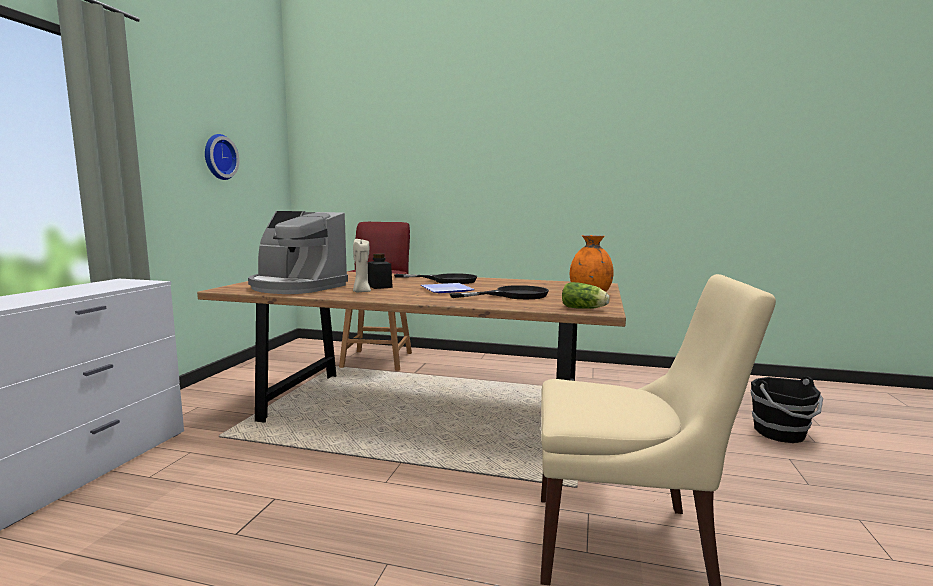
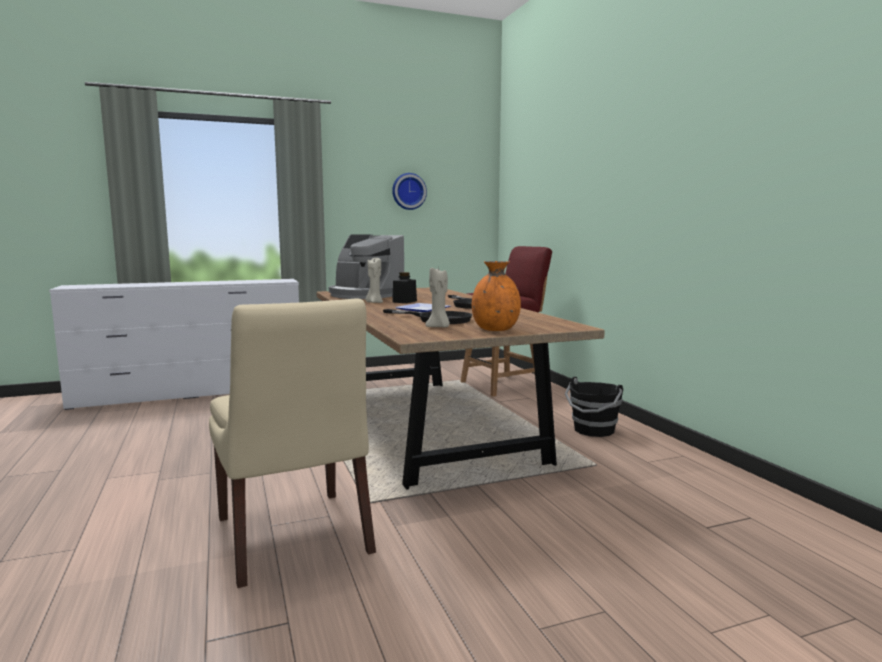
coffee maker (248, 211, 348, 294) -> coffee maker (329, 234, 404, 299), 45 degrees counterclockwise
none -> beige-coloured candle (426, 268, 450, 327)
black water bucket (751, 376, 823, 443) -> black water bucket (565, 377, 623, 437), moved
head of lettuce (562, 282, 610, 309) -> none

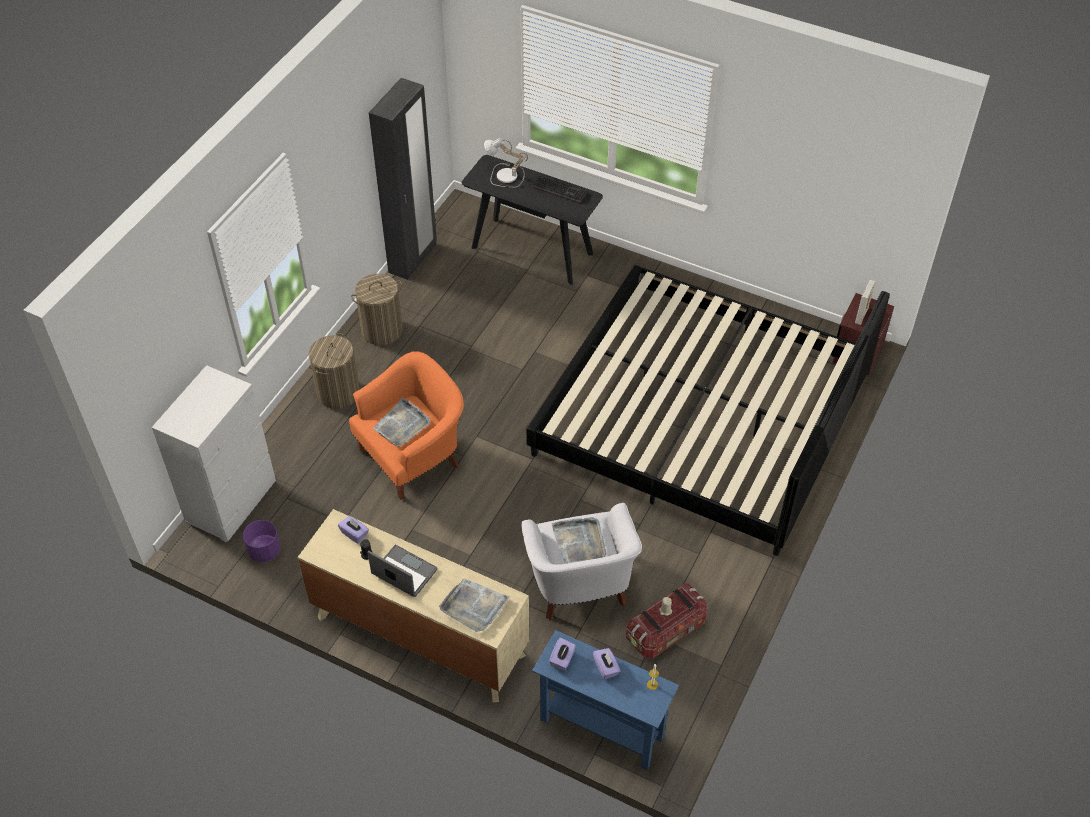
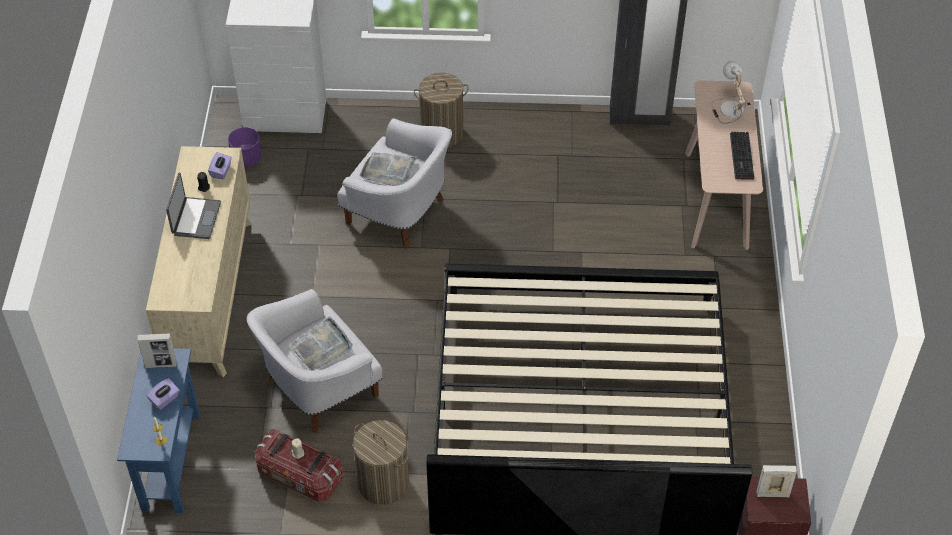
purple tissue box (549, 637, 576, 671) -> photo frame (137, 333, 177, 368)
orangey easy chair (349, 351, 464, 500) -> whitish easy chair (337, 119, 452, 249)
hamper (351, 274, 403, 345) -> hamper (353, 420, 409, 505), moved
black narrow table (462, 155, 603, 285) -> beige-coloured narrow table (685, 81, 763, 250)
gray carrying tray (439, 579, 510, 632) -> none

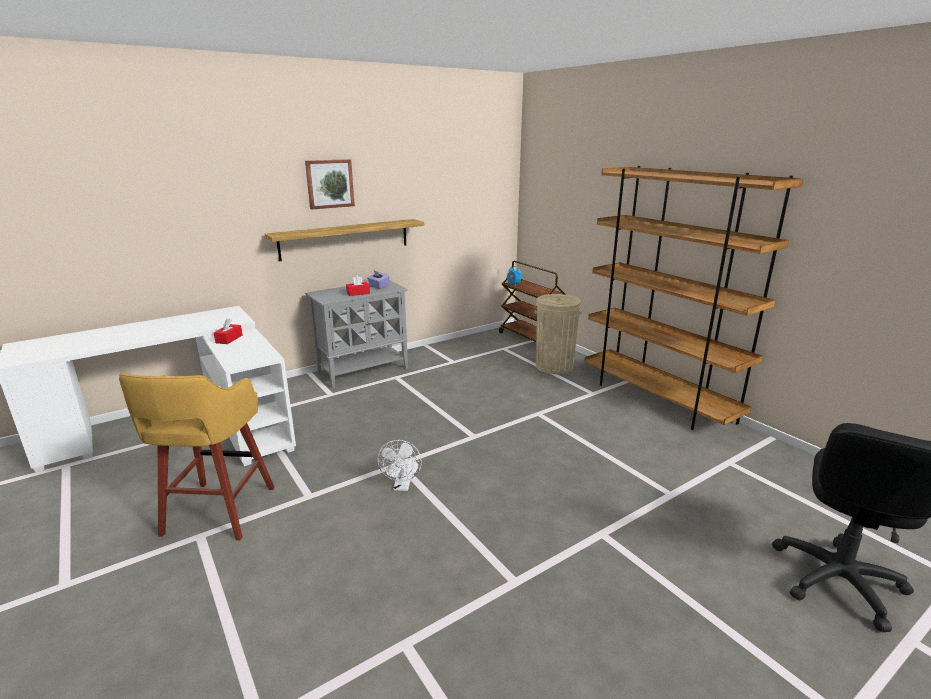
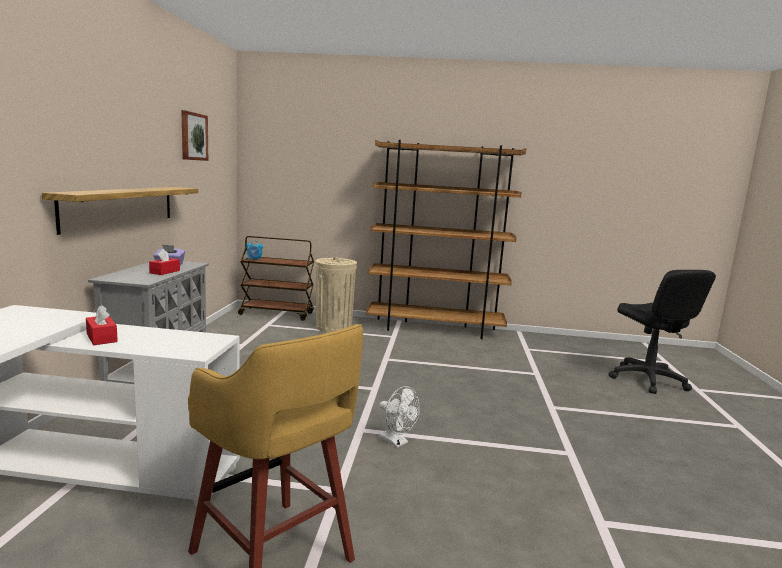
wall picture (305, 159, 355, 209) -> wall picture (181, 110, 208, 161), moved

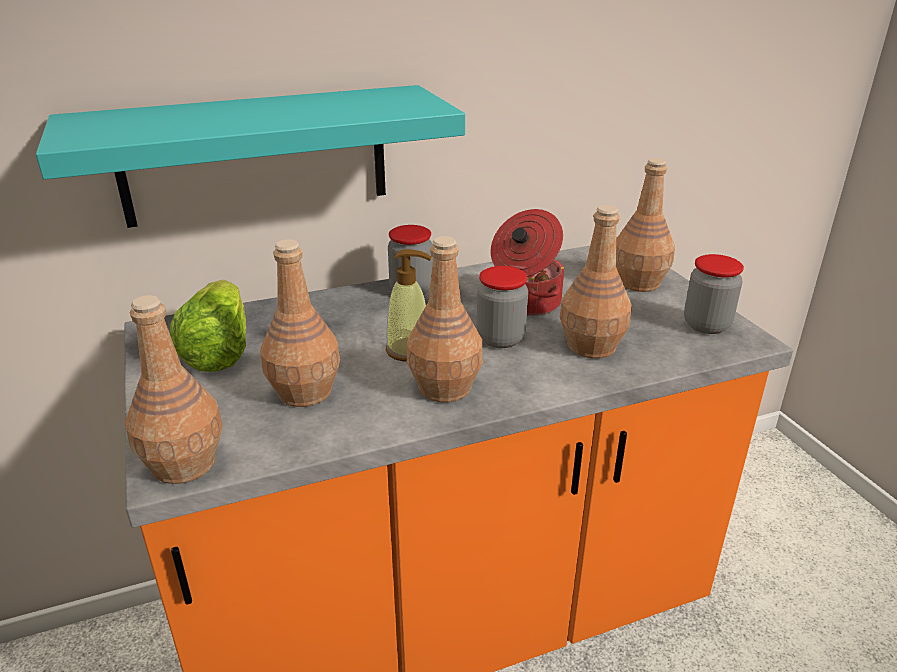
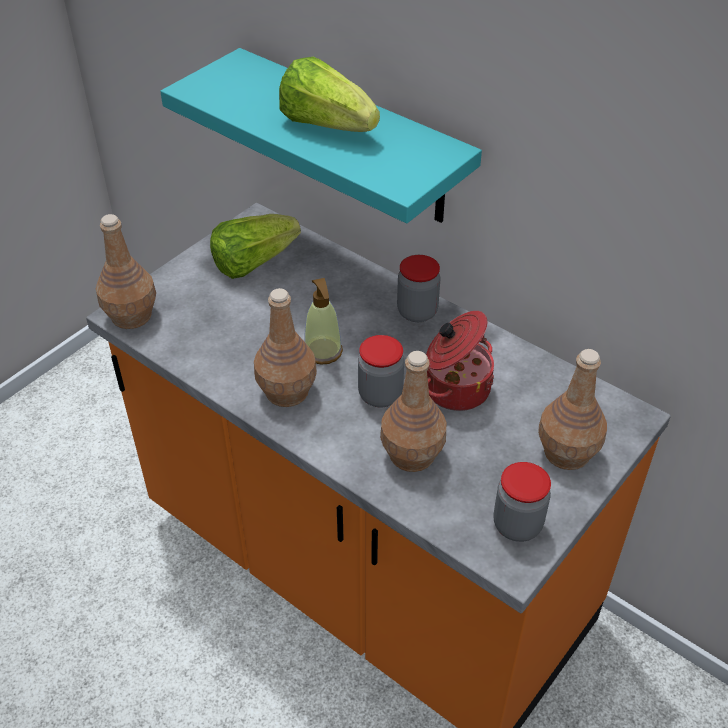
none -> head of lettuce (279, 57, 380, 132)
brownish bottle (260, 239, 340, 407) -> none

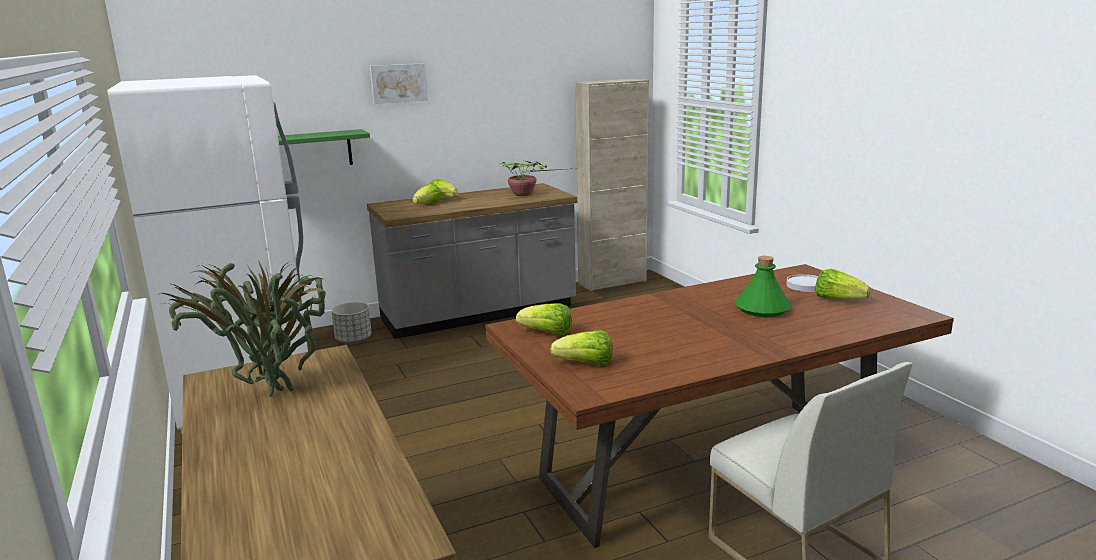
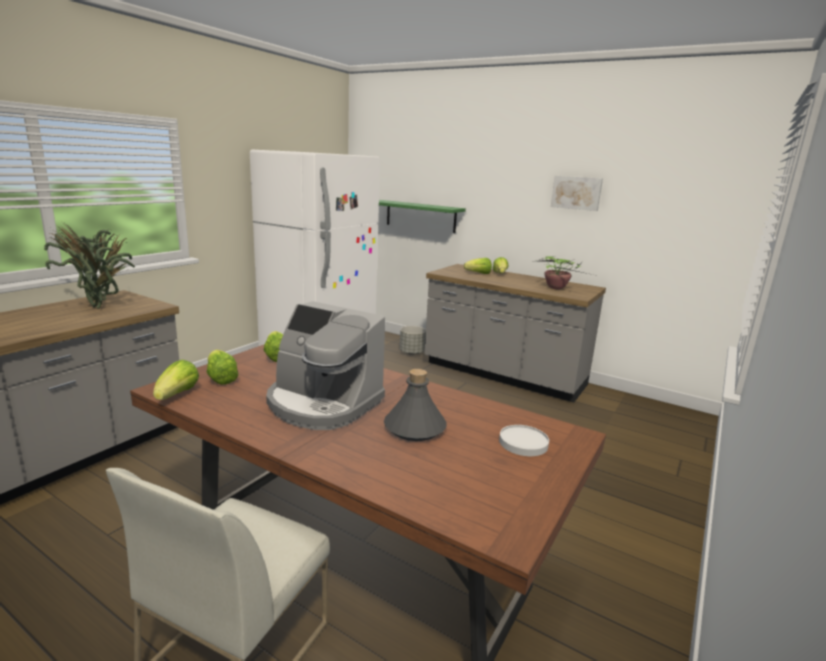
head of lettuce (815, 269, 871, 299) -> head of lettuce (153, 360, 199, 400), moved
none -> coffee maker (266, 301, 385, 430)
green bottle (735, 256, 792, 317) -> gray bottle (384, 369, 447, 441)
wall picture (370, 63, 428, 104) -> wall picture (551, 176, 603, 211), moved
beige-coloured storage cabinet (575, 79, 649, 291) -> none

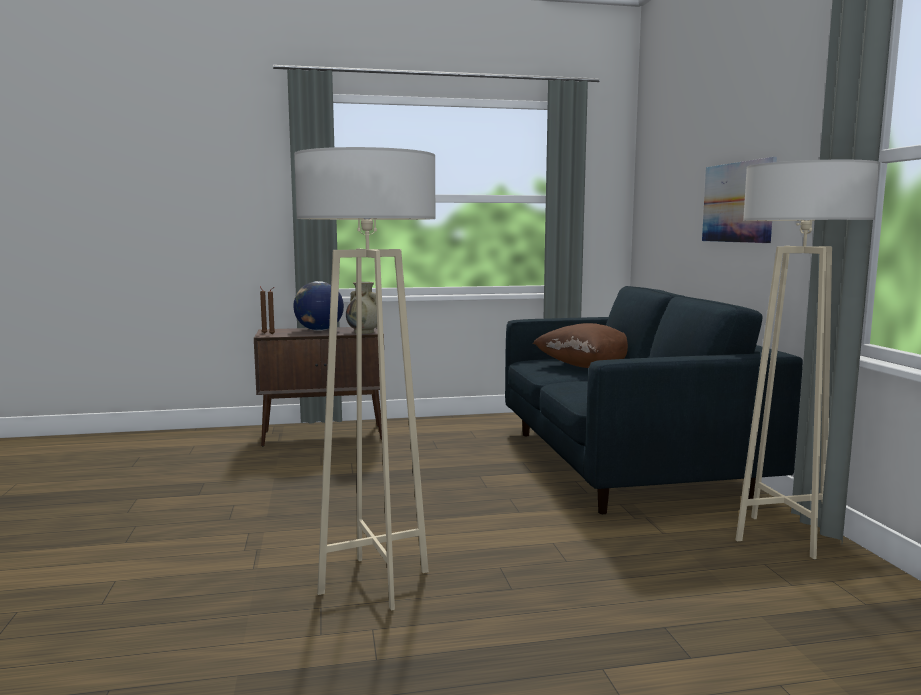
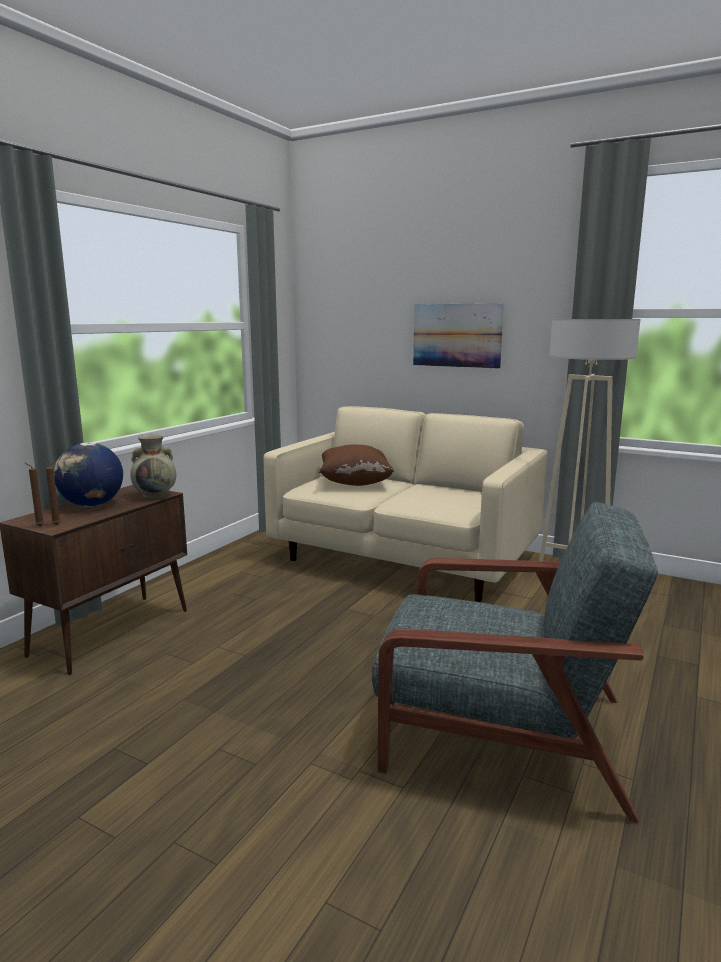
blue-coloured settee (505, 286, 803, 514) -> beige-coloured settee (263, 406, 547, 602)
beige-coloured standard lamp (294, 147, 435, 611) -> gray easy chair (372, 501, 658, 823)

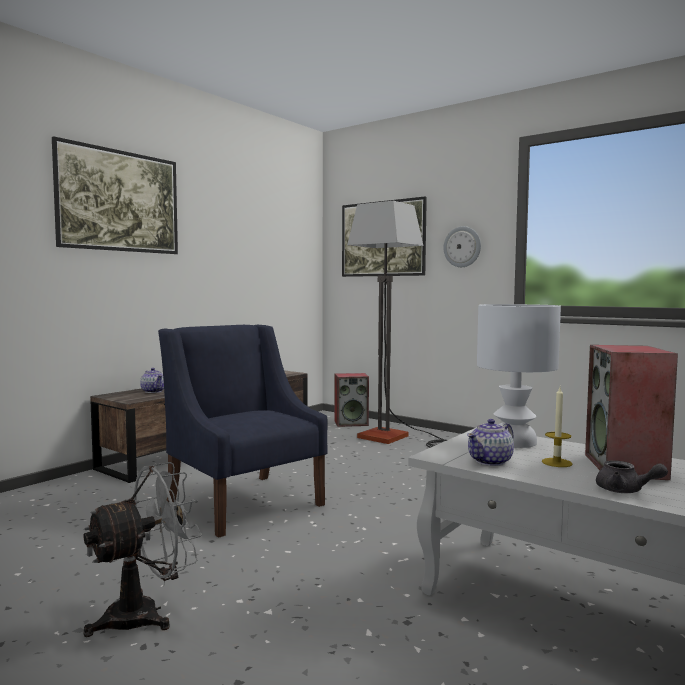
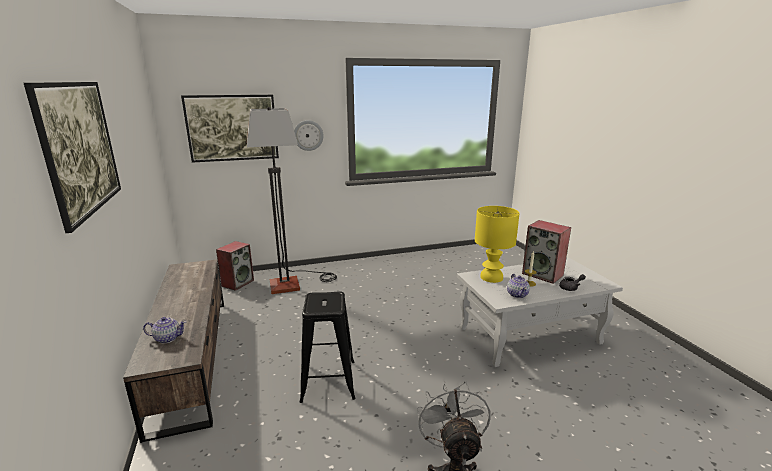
blue-coloured easy chair (158, 325, 327, 538) -> black sitting stool (300, 291, 355, 403)
whitish lamp for a table (477, 304, 561, 448) -> yellowish lamp for a table (475, 206, 520, 283)

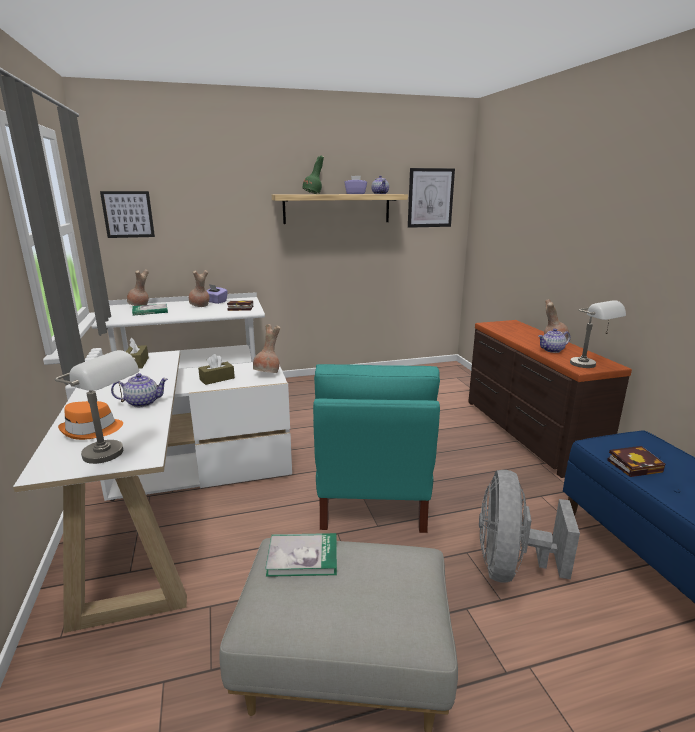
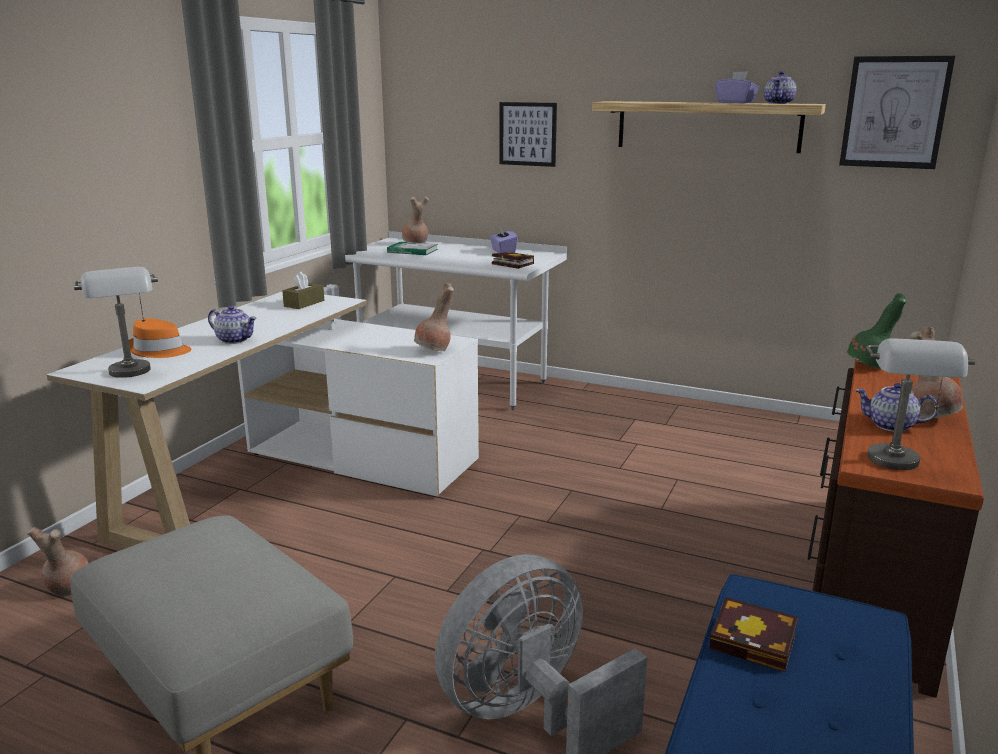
brownish vase (189, 270, 210, 307) -> brownish vase (27, 527, 89, 596), moved
wall picture (100, 191, 155, 238) -> wall picture (499, 102, 557, 167), moved
green vase (302, 155, 324, 194) -> green vase (847, 293, 906, 369), moved
brownish tissue box (198, 354, 235, 385) -> none
book (265, 533, 337, 577) -> none
turquoise easy chair (313, 364, 440, 533) -> none

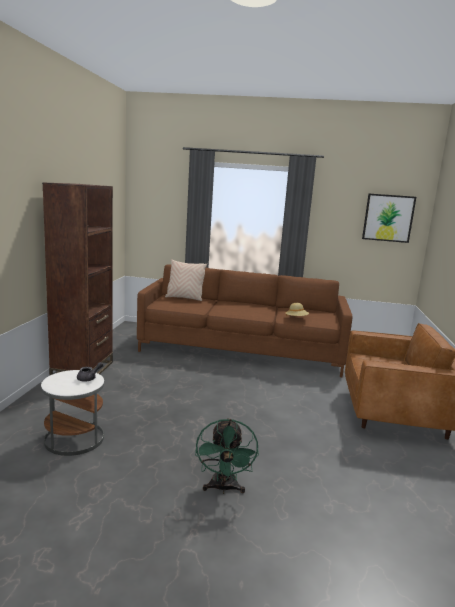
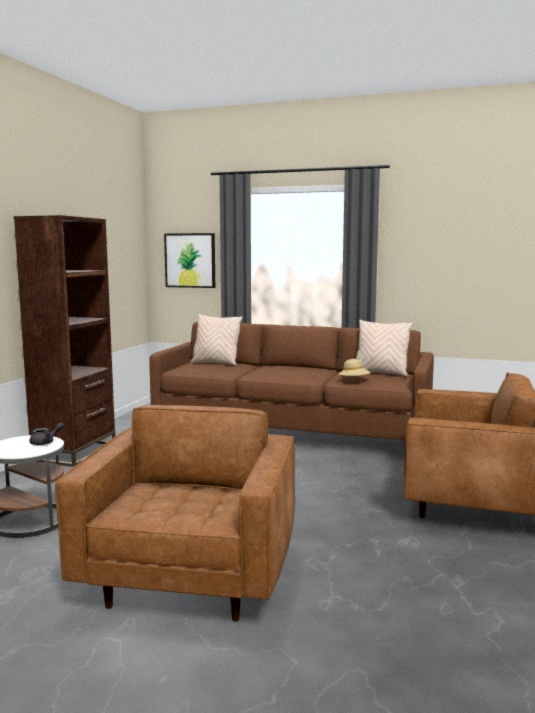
green electric fan (195, 418, 259, 494) -> brownish easy chair (55, 405, 295, 622)
wall picture (362, 194, 416, 243) -> wall picture (164, 233, 215, 288), moved
none -> beige-coloured throw pillow (356, 319, 413, 376)

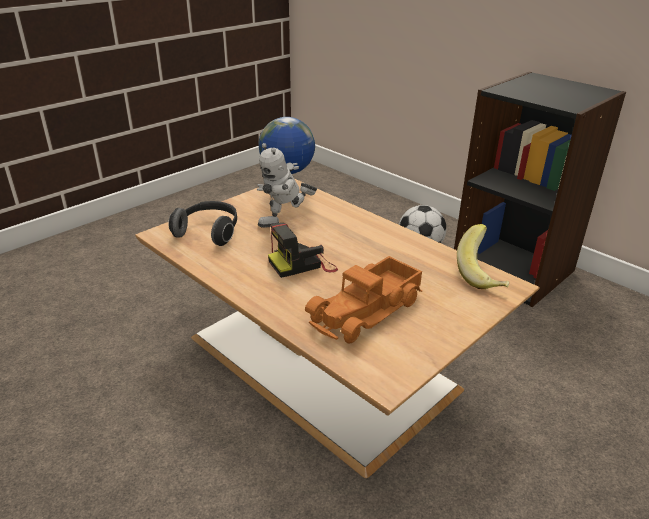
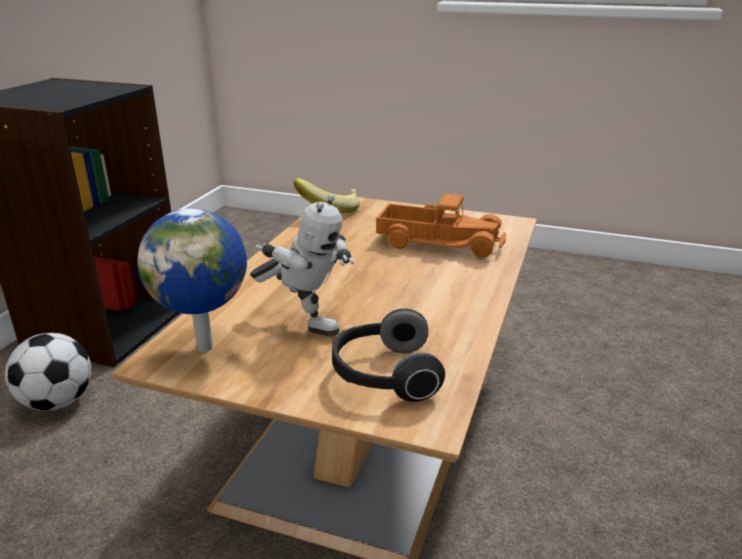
still camera (268, 223, 338, 278) -> none

